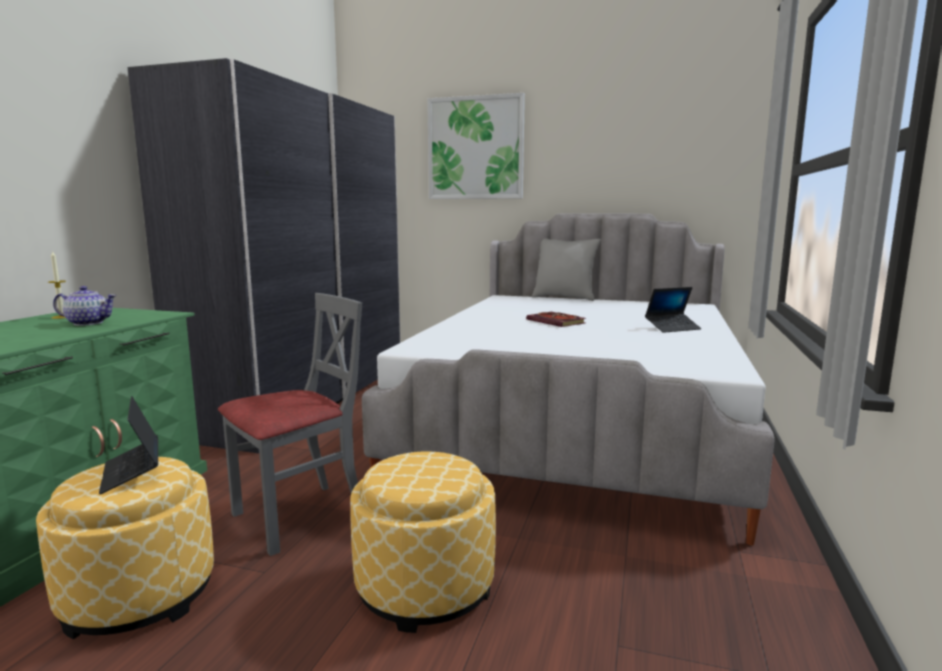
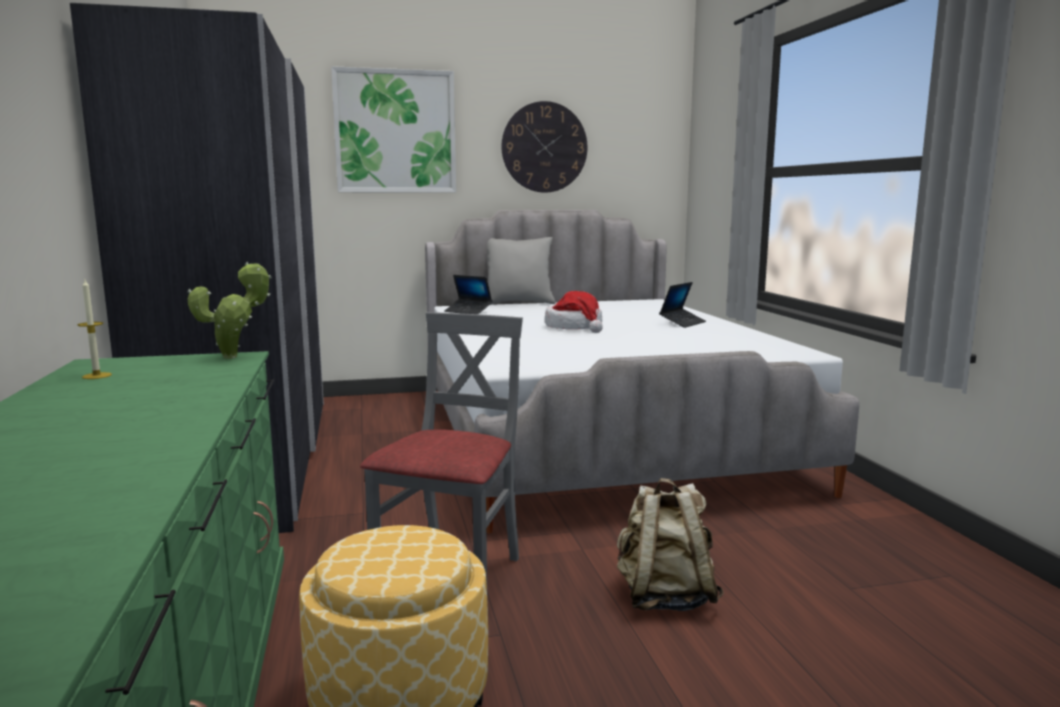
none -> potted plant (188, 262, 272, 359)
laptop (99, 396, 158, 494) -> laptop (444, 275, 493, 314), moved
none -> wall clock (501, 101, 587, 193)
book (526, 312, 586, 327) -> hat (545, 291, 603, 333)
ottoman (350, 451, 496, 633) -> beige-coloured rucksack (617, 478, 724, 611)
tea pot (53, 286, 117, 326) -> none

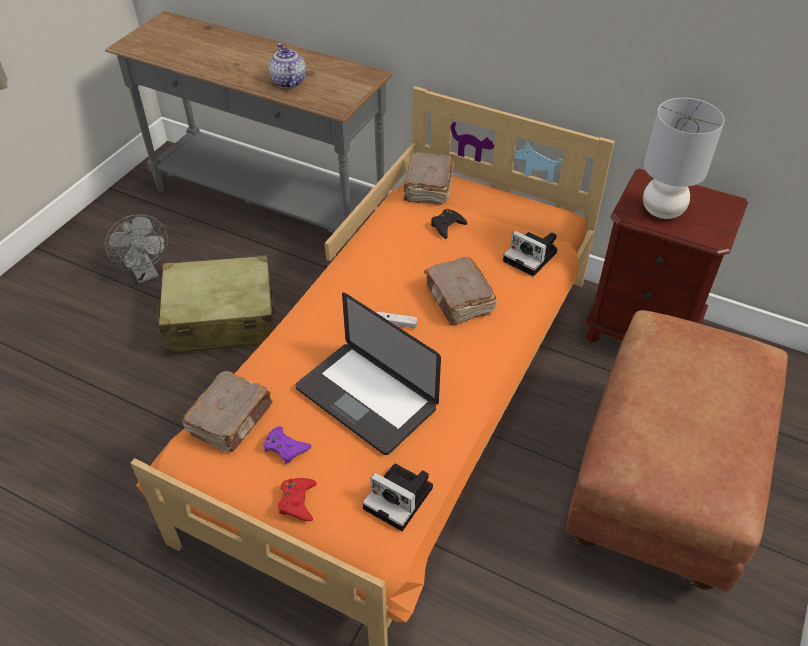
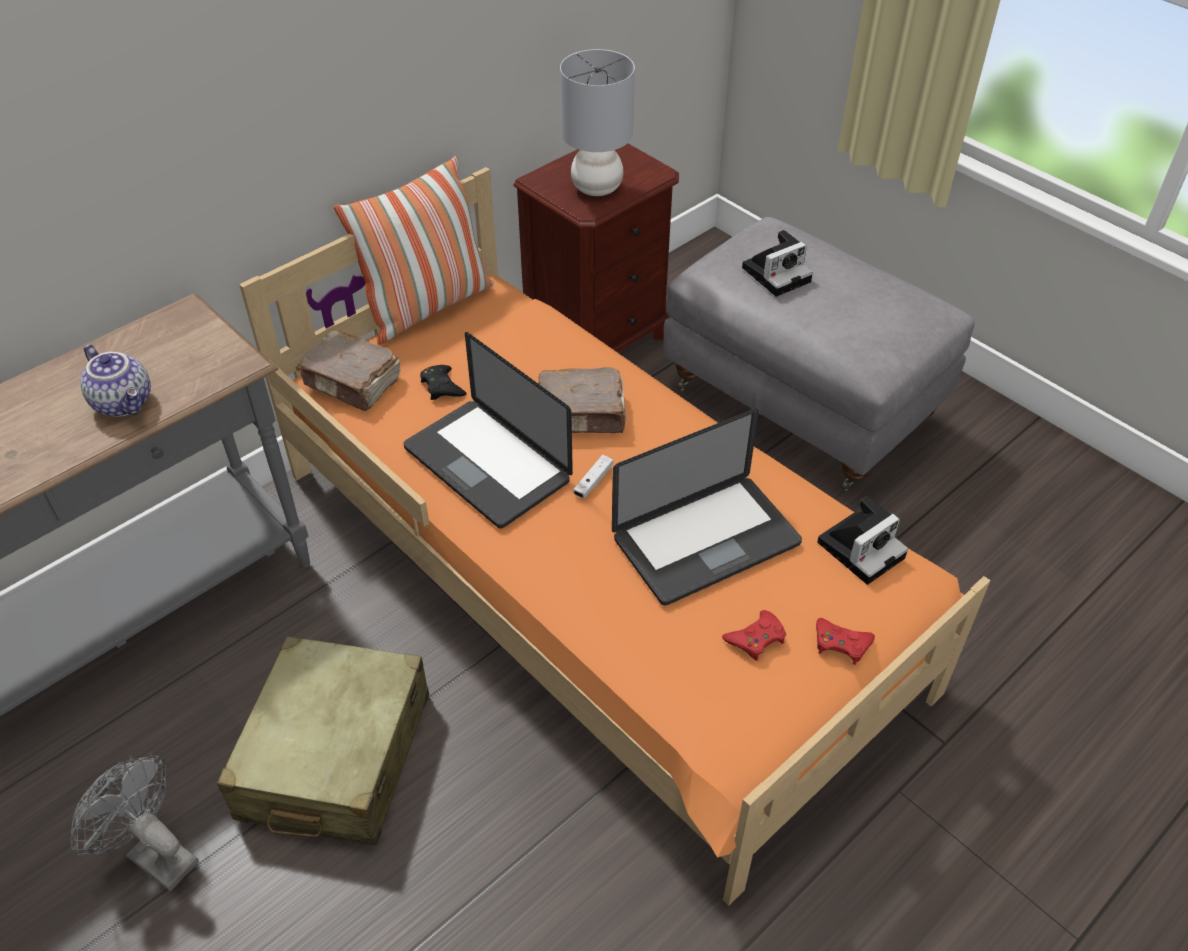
gray electric fan (105, 214, 168, 283) -> gray electric fan (70, 756, 199, 891), 135 degrees counterclockwise
tea pot (269, 43, 306, 88) -> tea pot (80, 344, 151, 417), 135 degrees counterclockwise
none -> throw pillow (334, 156, 494, 345)
none -> laptop (403, 332, 573, 528)
brownish ottoman (566, 310, 788, 592) -> gray ottoman (663, 217, 975, 491)
purple game controller (263, 426, 312, 465) -> red game controller (722, 610, 786, 661)
still camera (503, 231, 558, 276) -> still camera (742, 230, 813, 297), moved
brownish book (182, 371, 273, 452) -> none

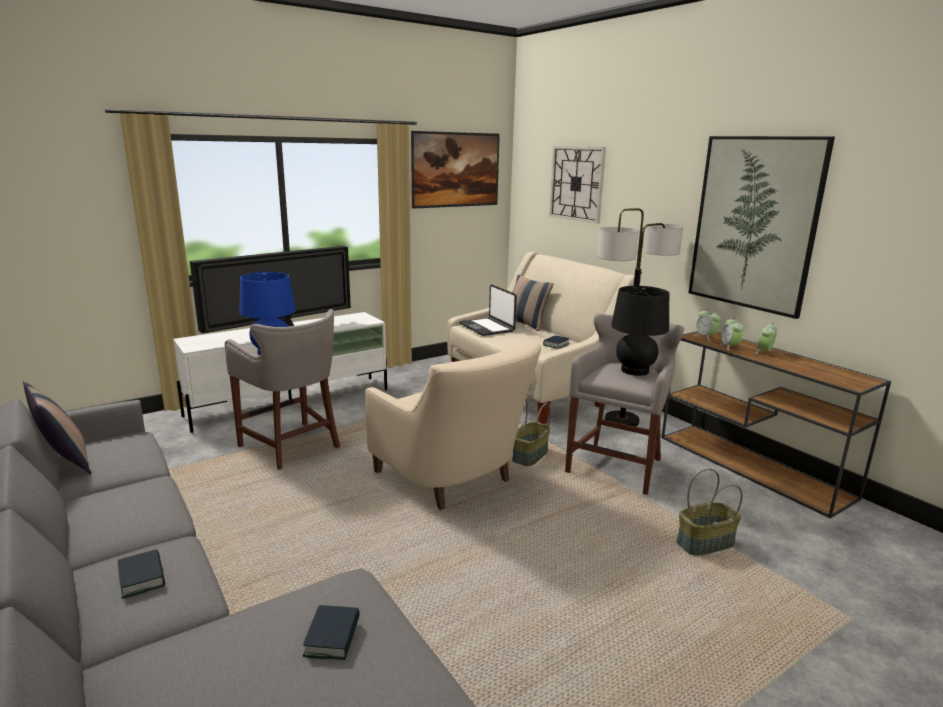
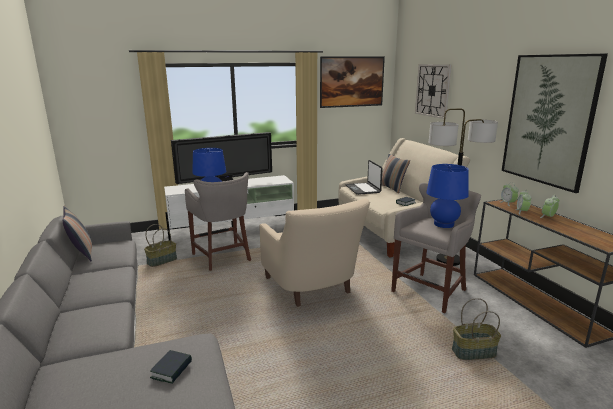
household basket (512, 399, 550, 466) -> household basket (144, 224, 177, 267), moved
black lamp for a table (611, 286, 669, 376) -> blue-coloured lamp for a table (427, 164, 469, 228)
book (118, 549, 165, 599) -> none

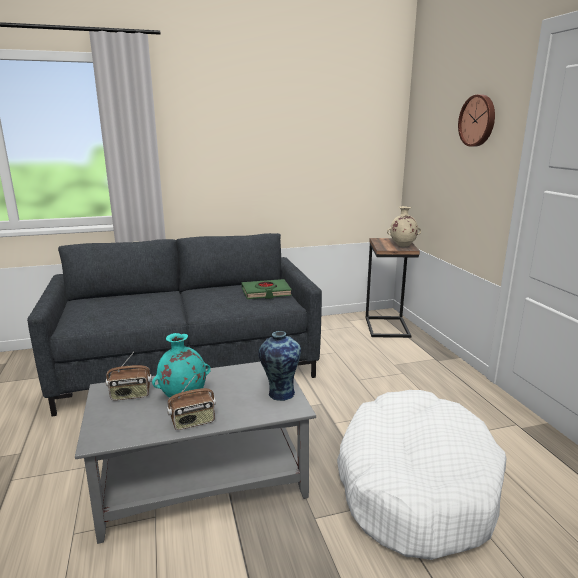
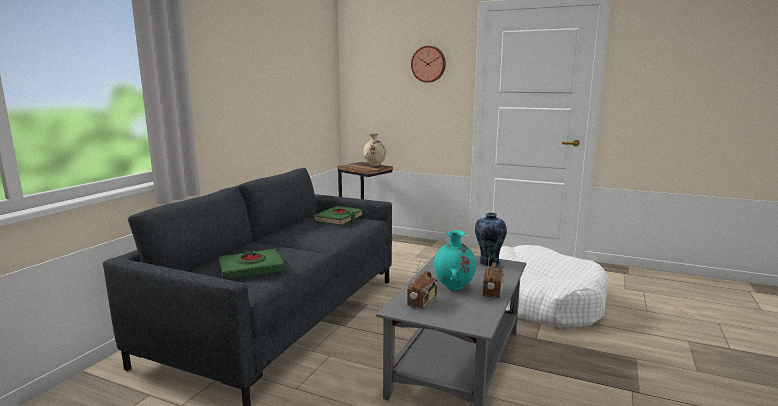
none -> green book (219, 249, 285, 279)

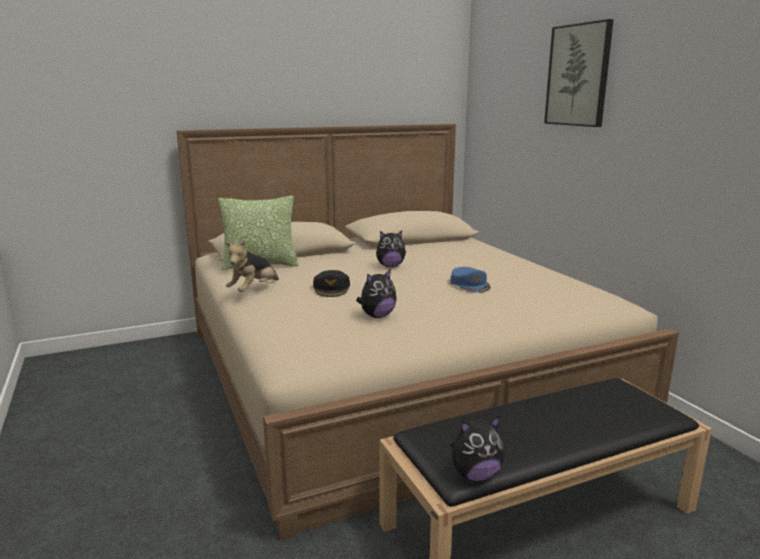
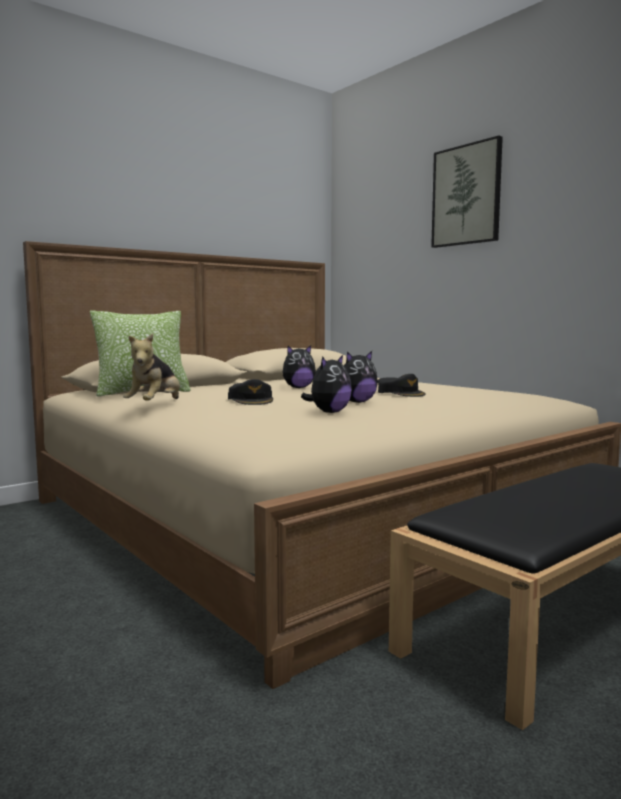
plush toy (450, 416, 505, 481) -> plush toy (344, 351, 378, 403), moved
blue-coloured peaked cap (450, 267, 491, 293) -> black peaked cap (378, 374, 426, 397)

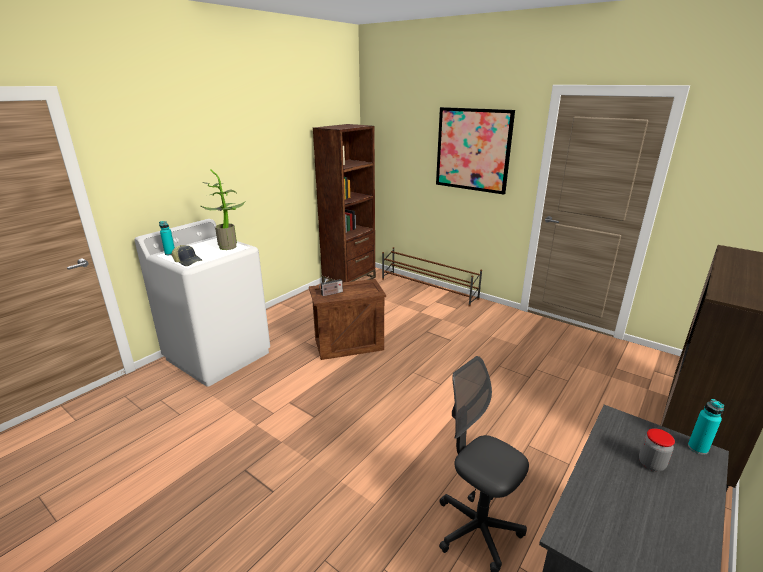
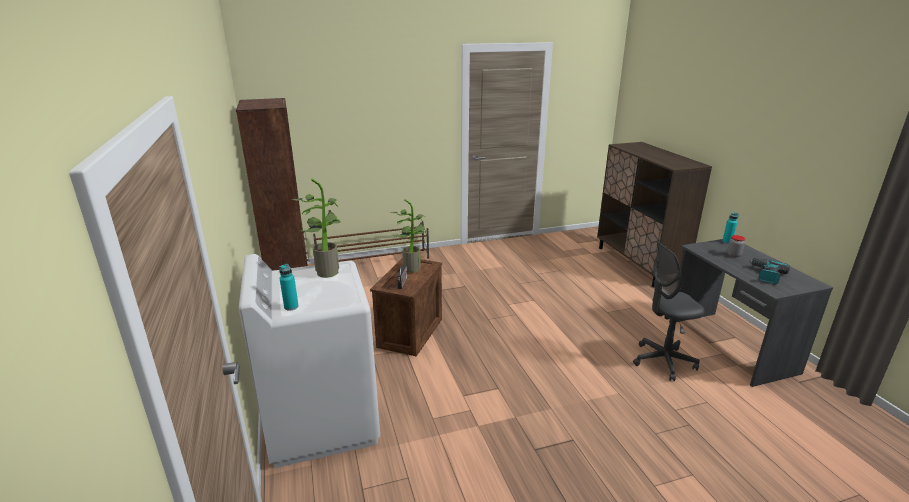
none -> potted plant (390, 199, 424, 273)
none -> drill (748, 258, 790, 284)
peaked cap (172, 245, 202, 266) -> none
wall picture (436, 107, 515, 195) -> none

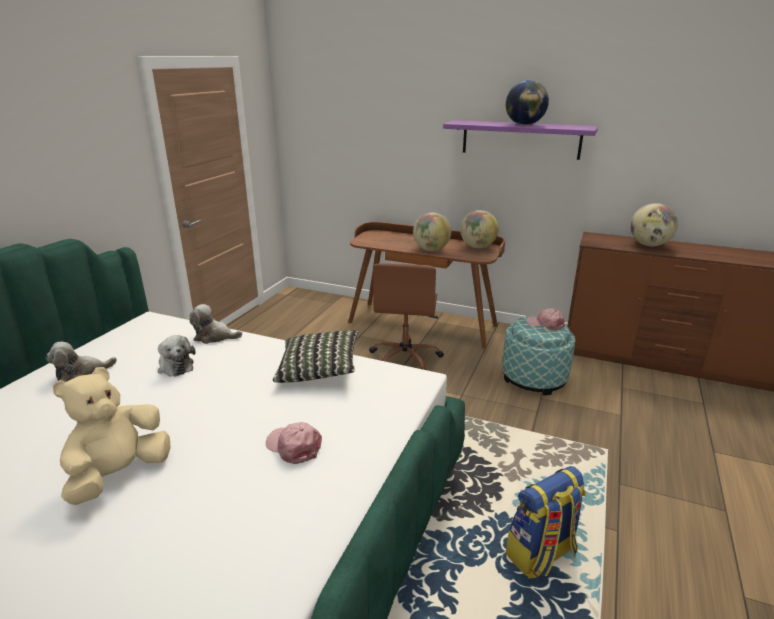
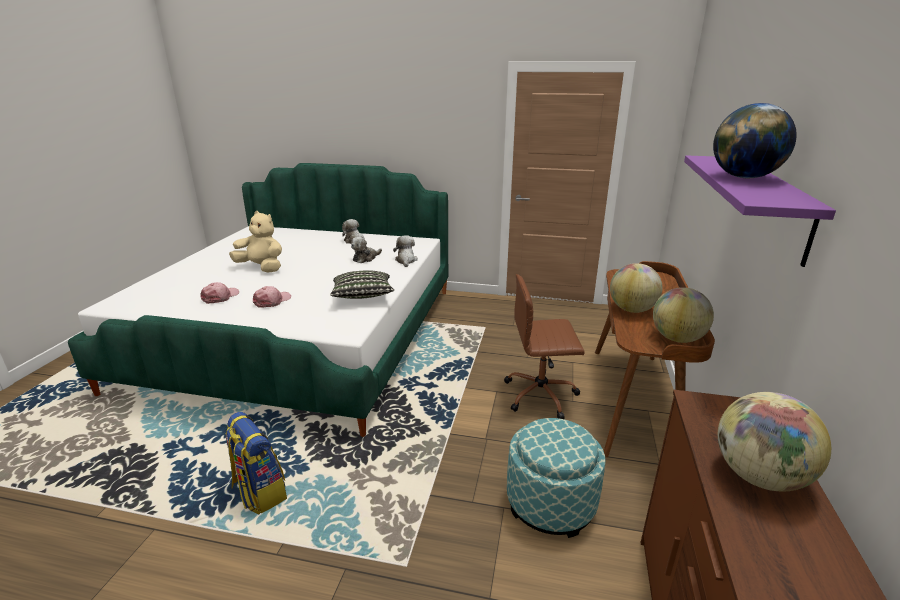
pinkish peaked cap (526, 308, 565, 330) -> pinkish peaked cap (200, 282, 239, 304), moved

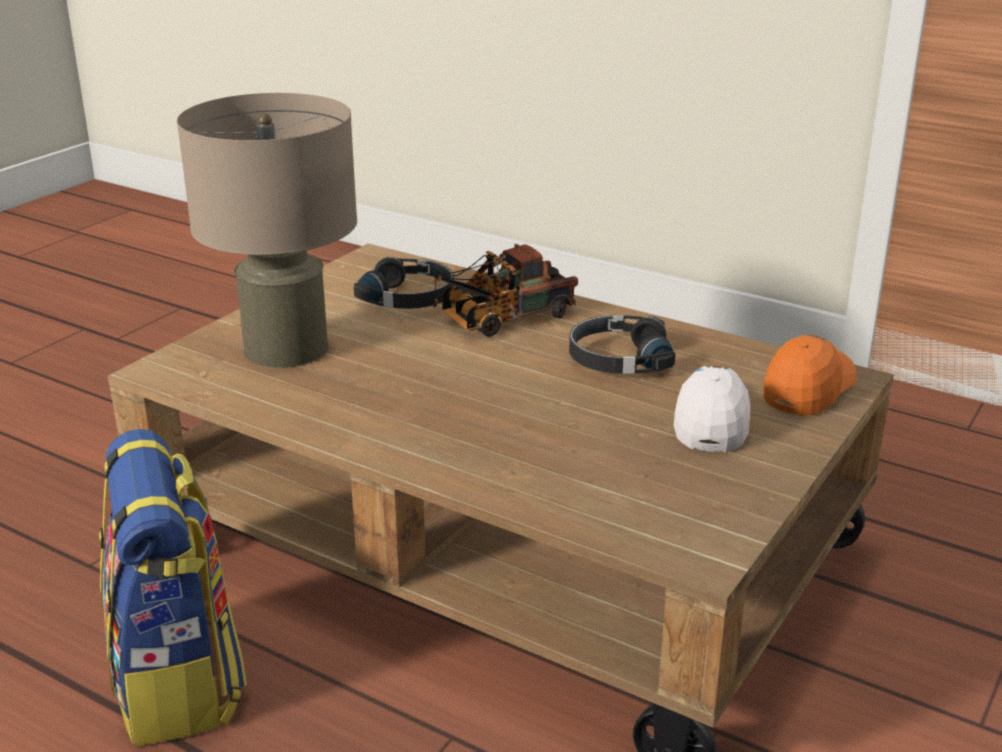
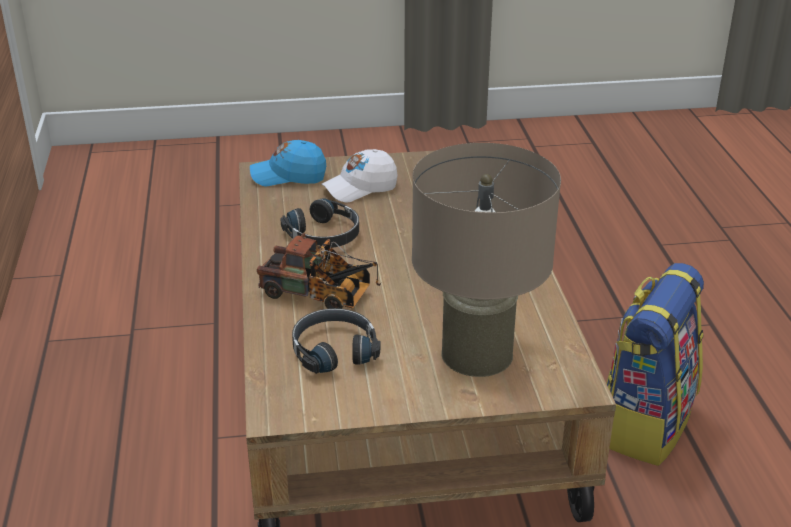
orangey peaked cap (763, 334, 857, 416) -> blue-coloured peaked cap (250, 140, 326, 186)

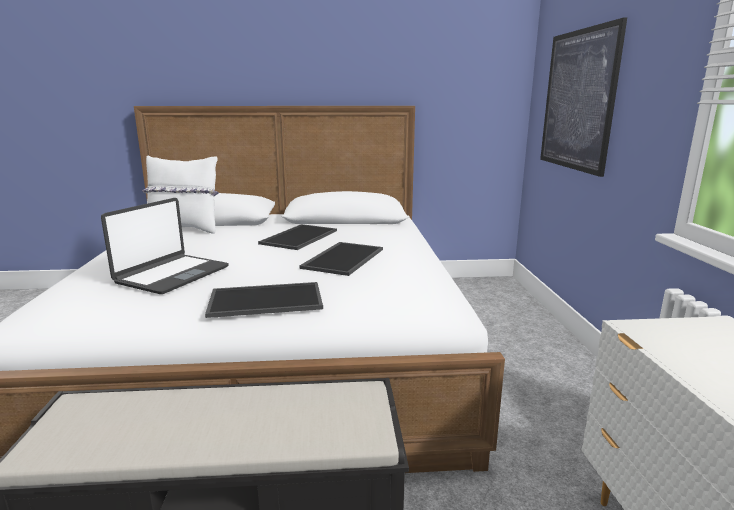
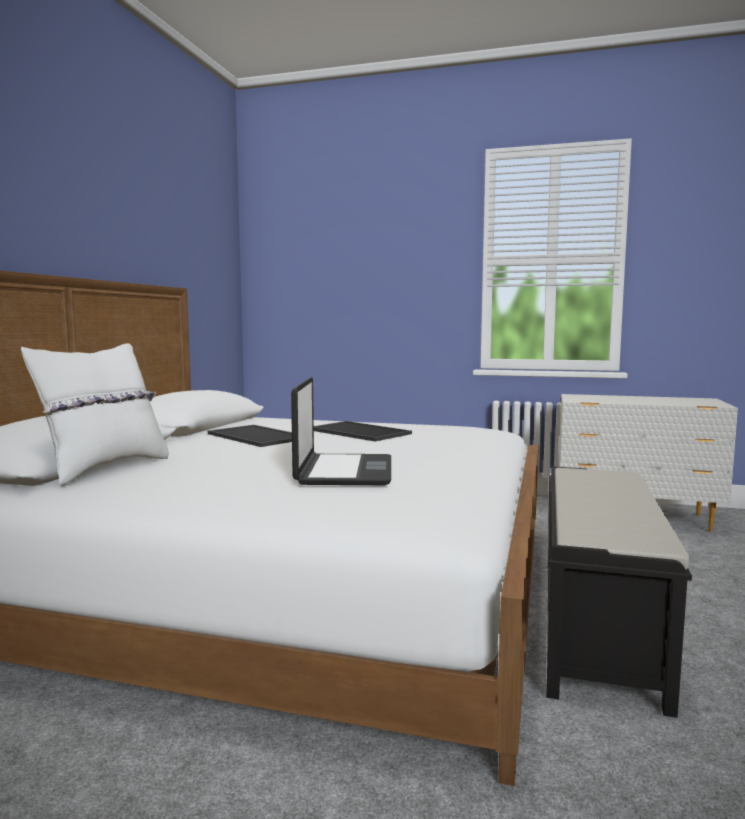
laptop (101, 198, 229, 294) -> laptop (291, 377, 391, 485), 45 degrees clockwise
carrying tray (205, 282, 323, 318) -> none
wall picture (540, 17, 627, 177) -> none

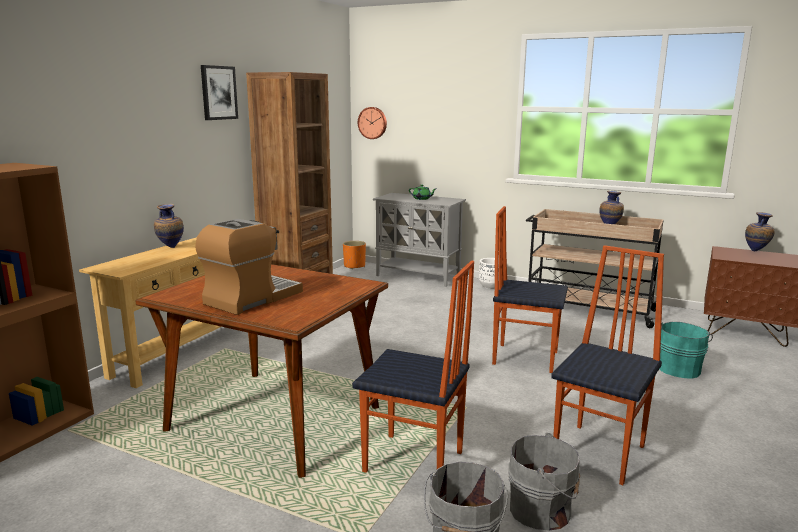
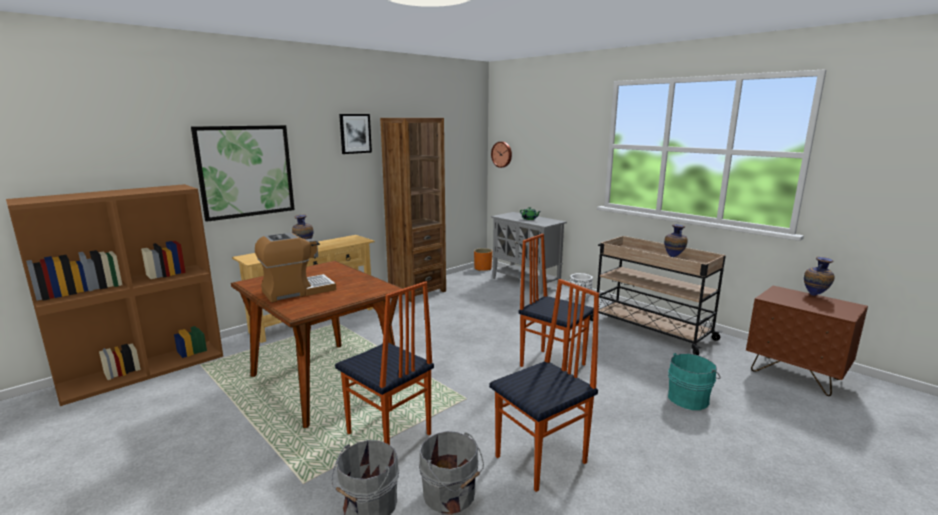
none -> wall picture (191, 125, 295, 222)

